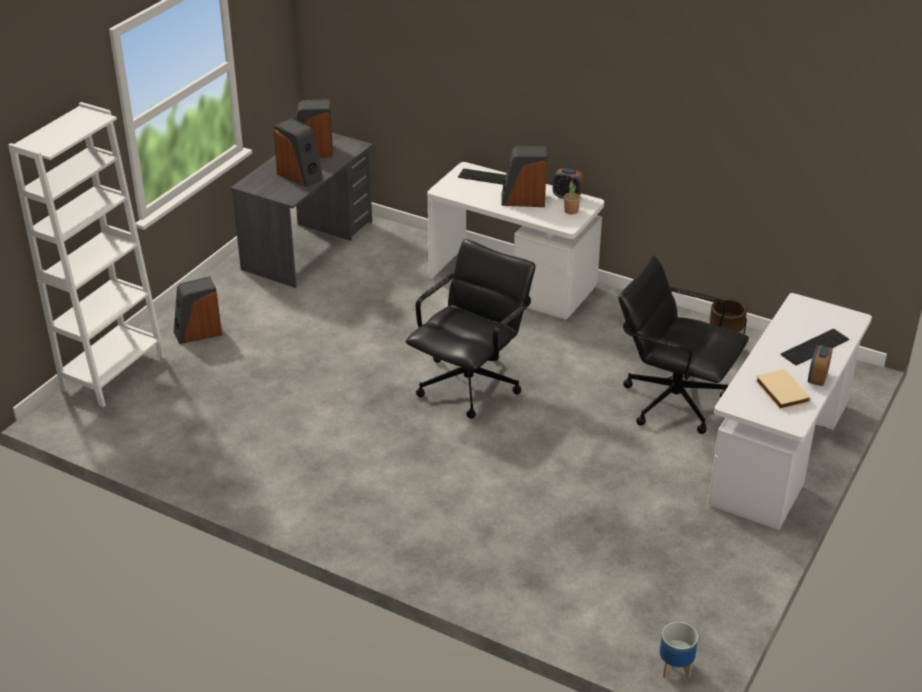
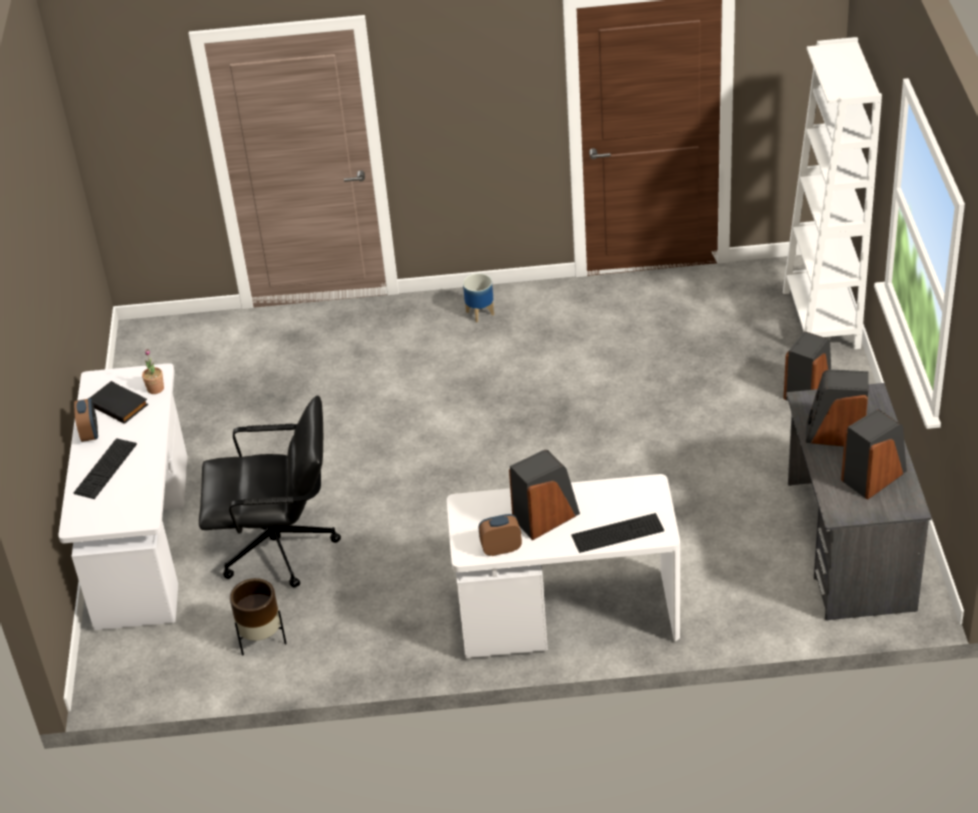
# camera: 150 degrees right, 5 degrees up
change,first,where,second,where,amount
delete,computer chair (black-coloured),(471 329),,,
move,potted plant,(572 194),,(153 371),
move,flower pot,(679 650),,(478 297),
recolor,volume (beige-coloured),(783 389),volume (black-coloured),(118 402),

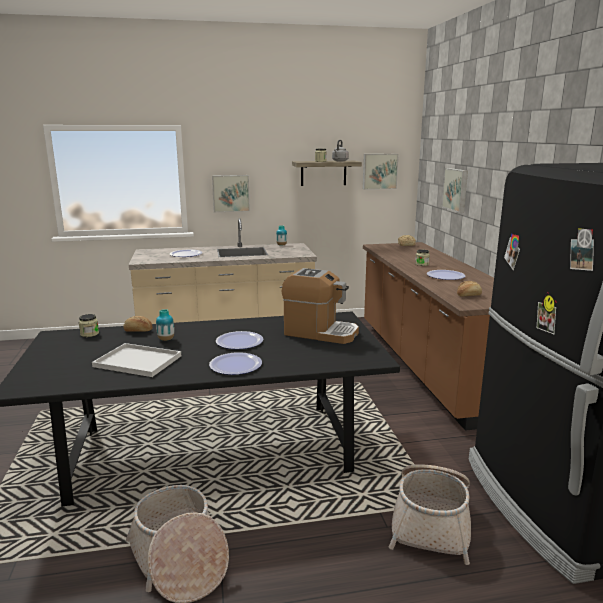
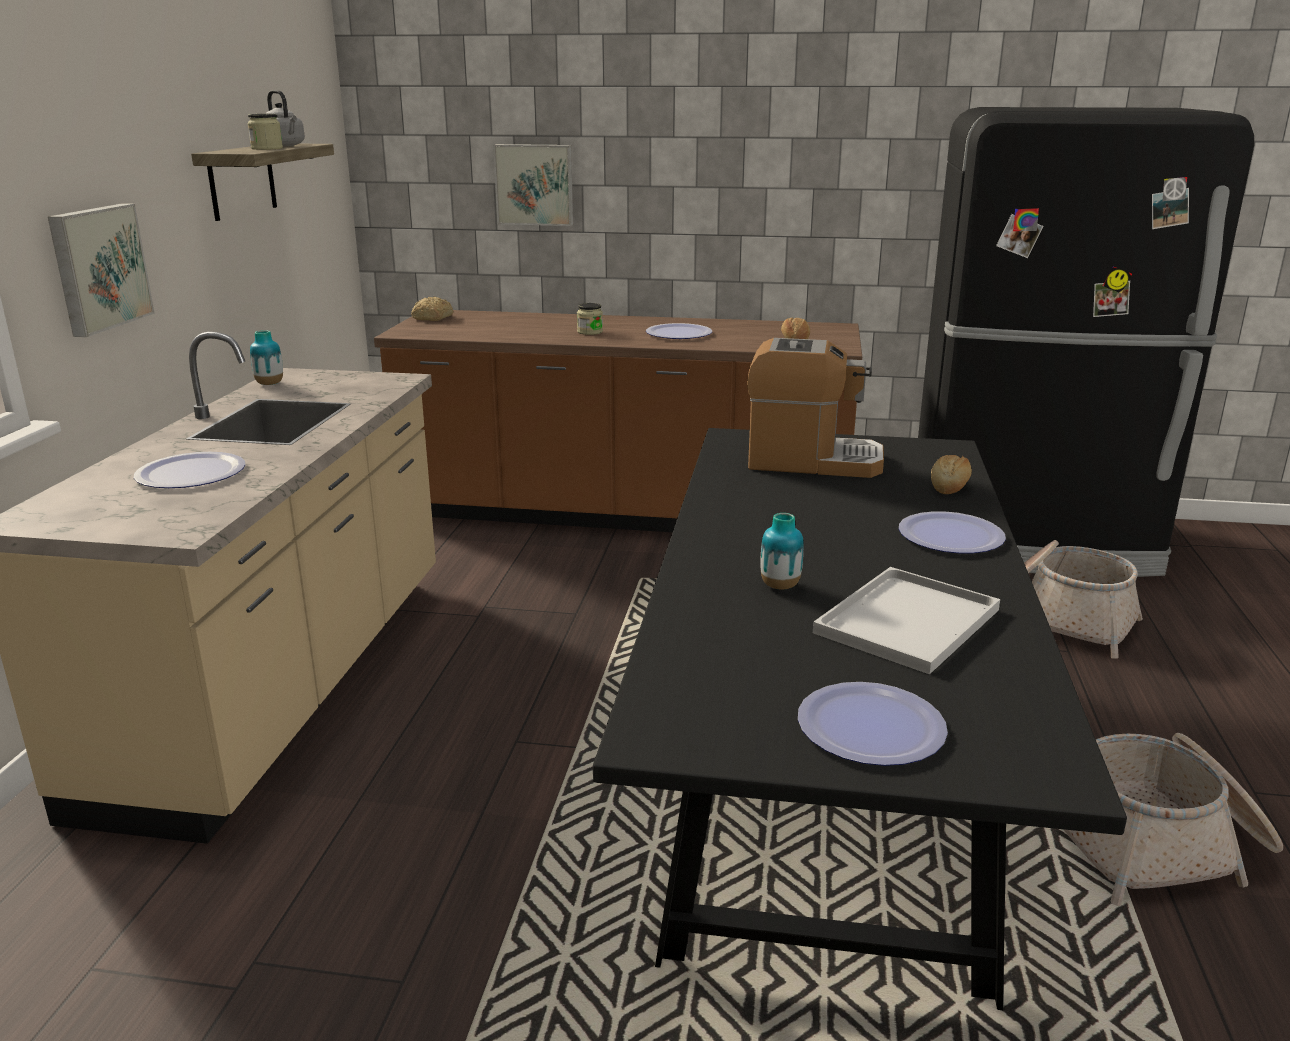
# camera: 70 degrees left, 5 degrees up
change,first,where,second,where,amount
delete,preserve jar,(89 325),,,
delete,wall picture,(381 172),,,
move,bread,(138 324),,(951 474),
move,flat dish,(239 340),,(873 724),
rotate,coffee machine,(320 306),,(815 408),60 degrees clockwise

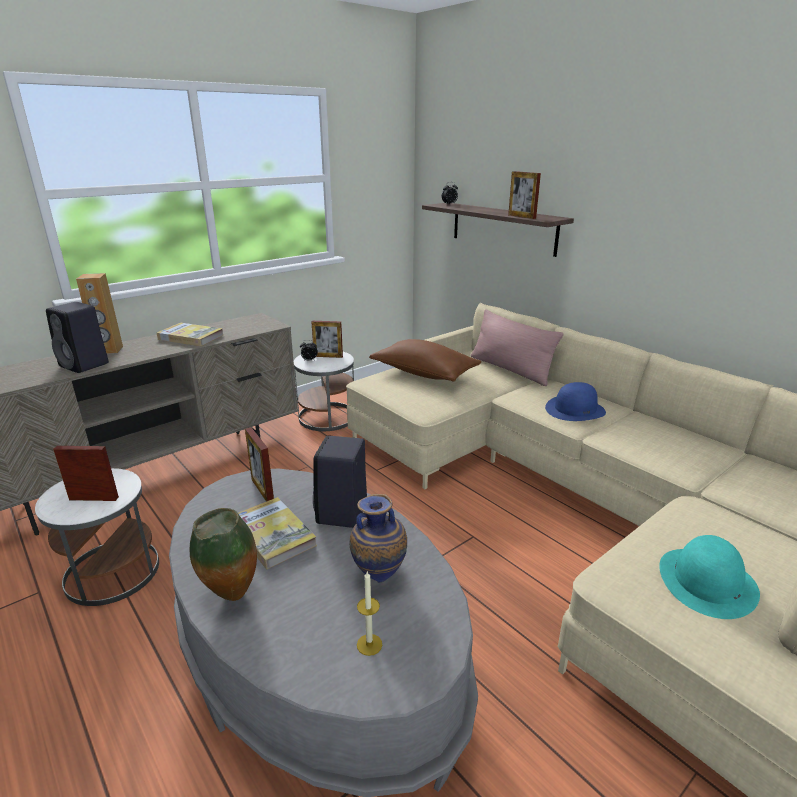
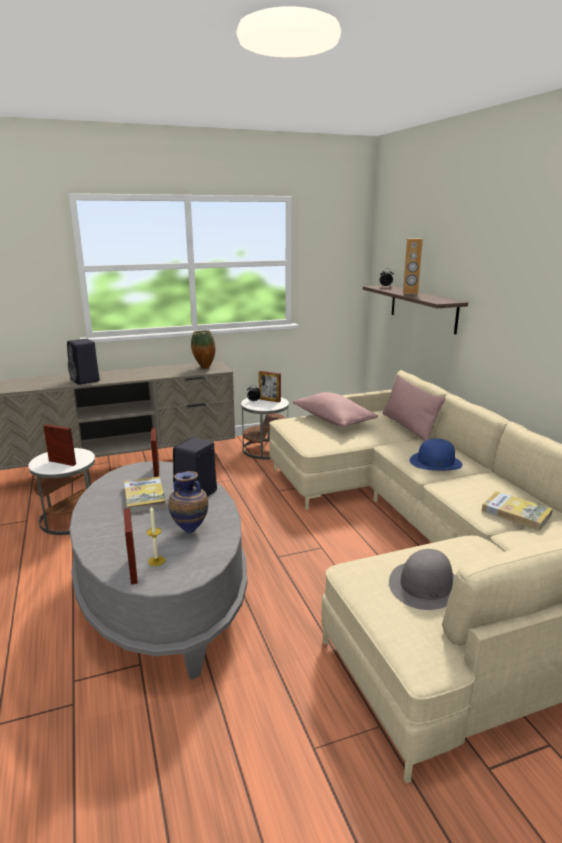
# camera: 20 degrees right, 5 degrees down
change,first,where,second,where,amount
move,loudspeaker (brown),(99 313),,(413 266),
move,volume,(190 334),,(517 511),
move,flower vase,(223 554),,(203 349),
move,picture frame,(524 195),,(131 546),
recolor,cushion (brown),(425 360),cushion (pink-coloured),(335 409),
recolor,wearable hat (blue-green),(709 577),wearable hat (gray),(422 579),

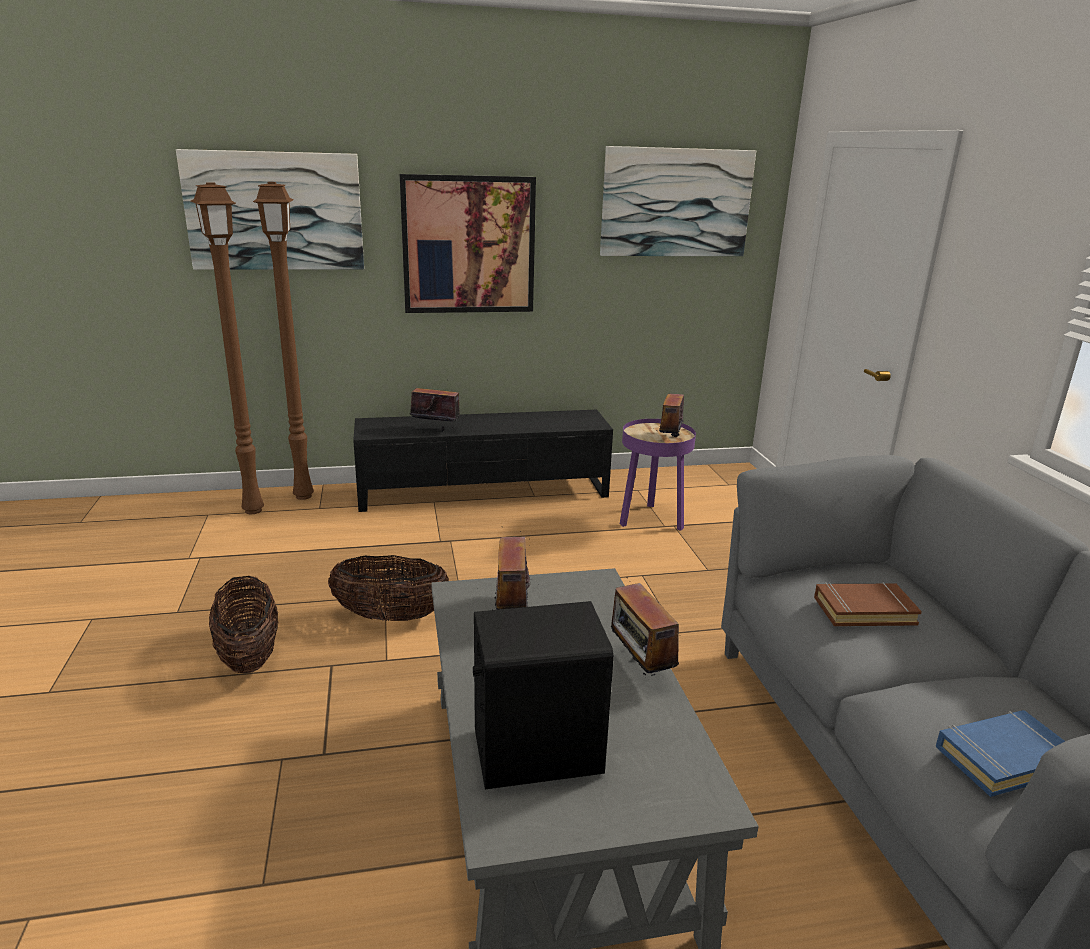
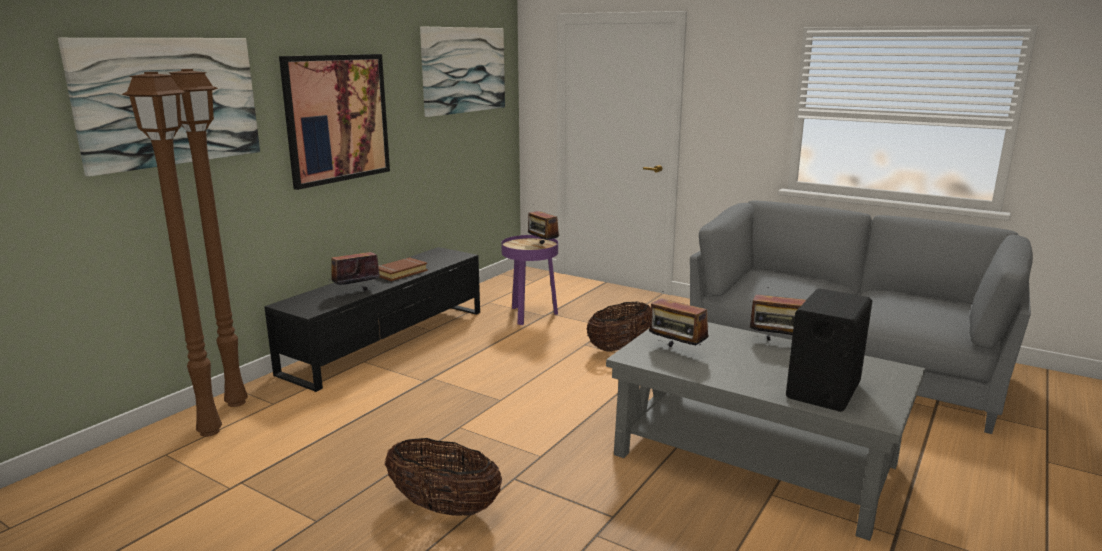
# camera: 45 degrees left, 5 degrees down
change,first,where,second,where,amount
delete,volume (bluish),(1000 753),,,
move,household basket,(388 588),,(619 327),
move,volume (brown),(868 604),,(403 269),

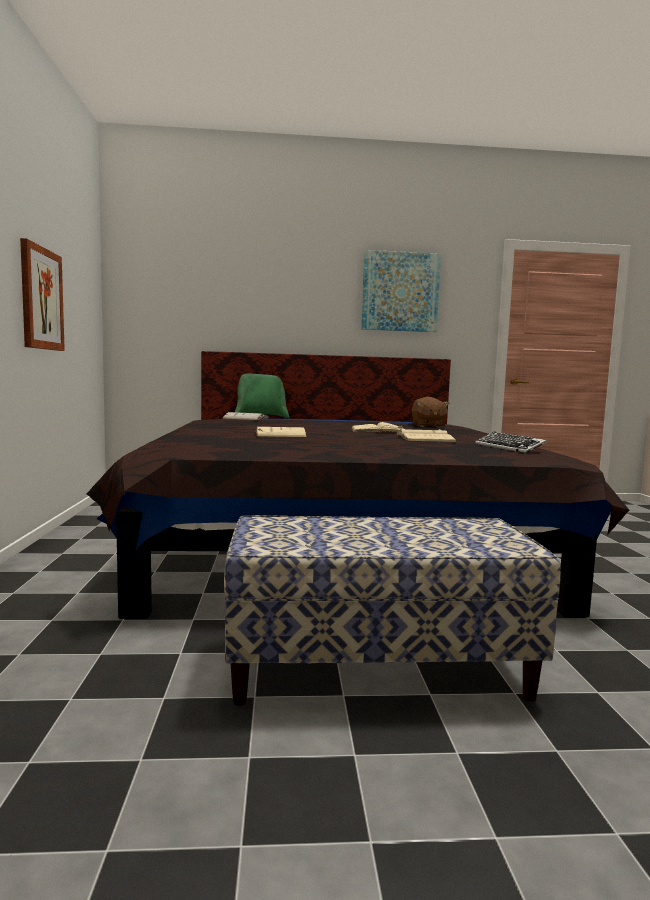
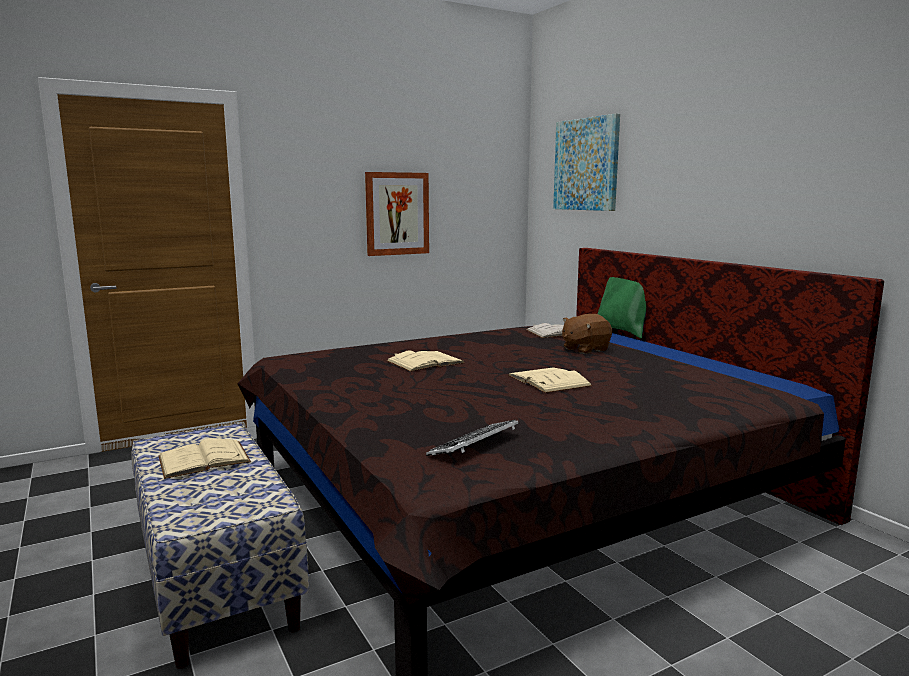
# camera: 65 degrees right, 5 degrees up
change,first,where,second,where,amount
move,wall picture,(401 291),,(586 162),
move,volume (beige-coloured),(427 436),,(204 458),
move,cuddly toy (brown),(431 412),,(587 334),

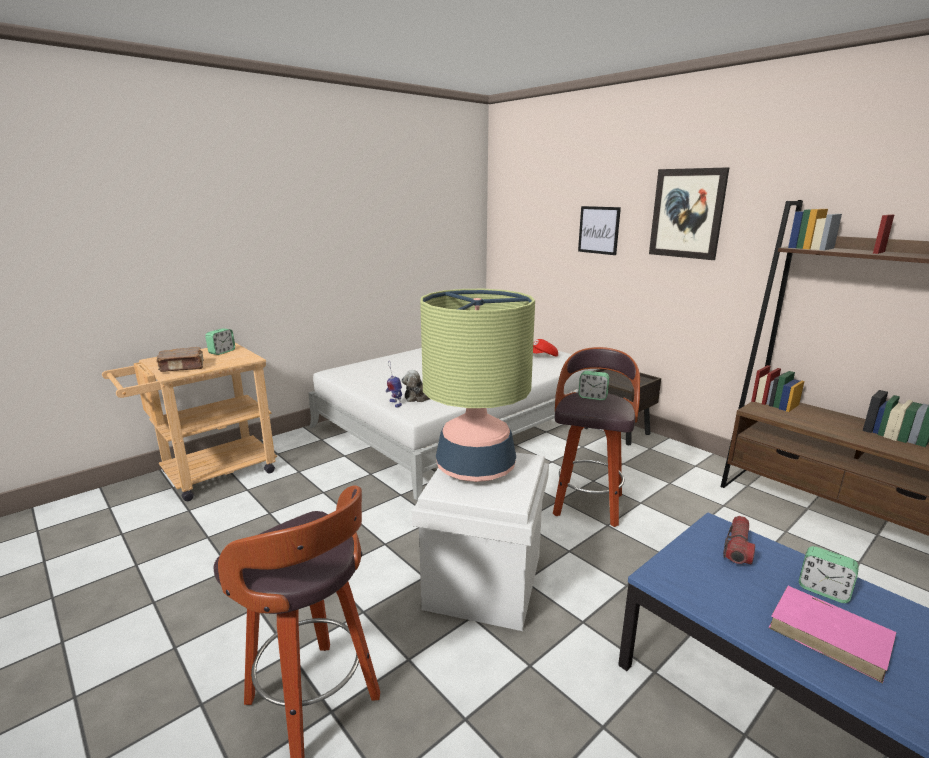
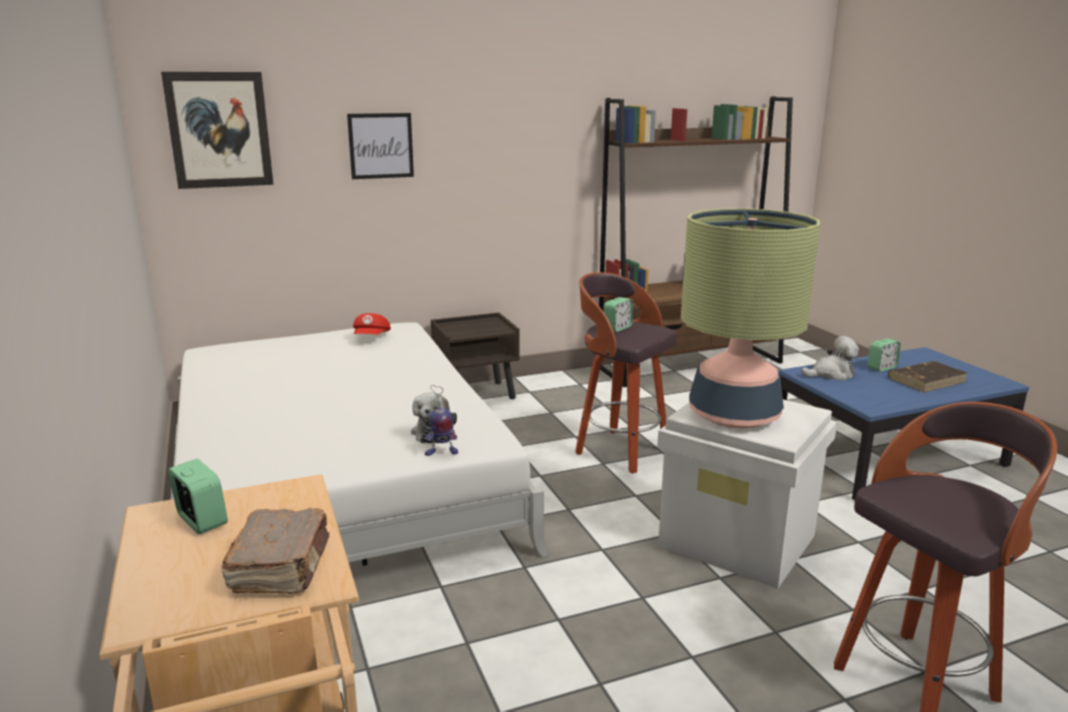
# camera: 70 degrees left, 0 degrees up
change,first,where,second,where,amount
move,wall picture,(689 213),,(217 130),
replace,hand torch,(739 540),cuddly toy,(830 358),
recolor,volume (pink-coloured),(832 634),volume (brown),(927 376),

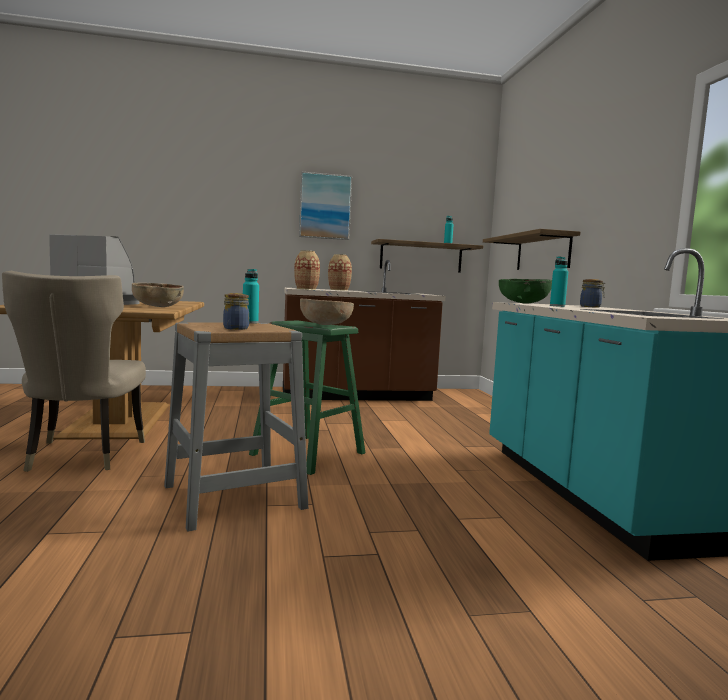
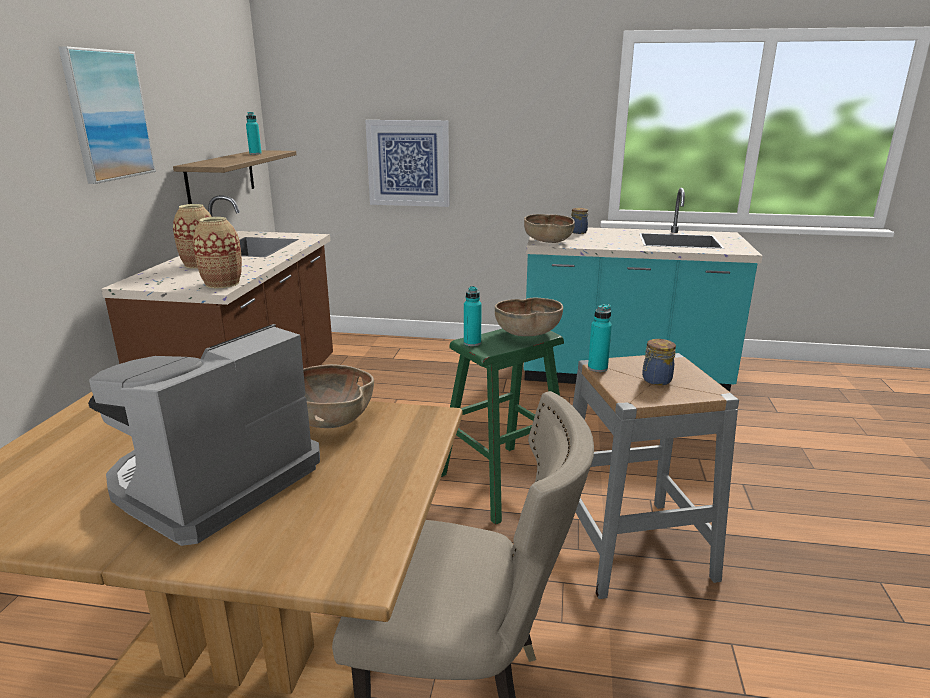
# camera: 70 degrees left, 15 degrees up
change,first,where,second,where,amount
move,bottle (blue-green),(559 281),,(473 316),
replace,shelf,(532 249),wall picture,(407 163),
recolor,bowl (green-coloured),(525 291),bowl (brown),(549 228),

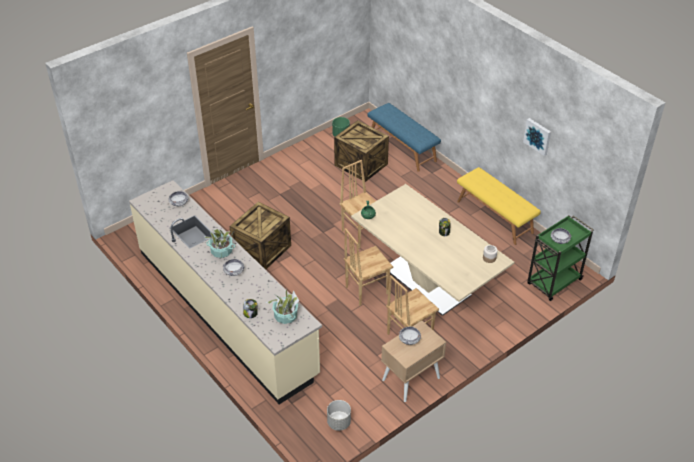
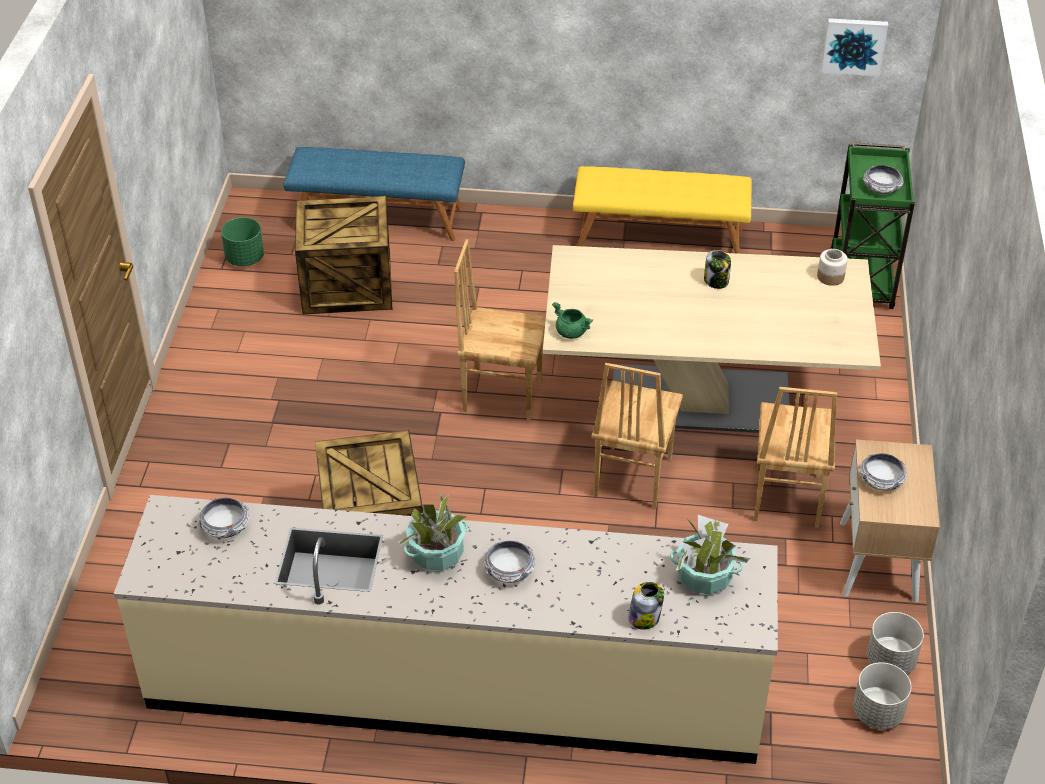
# camera: 45 degrees left, 0 degrees up
change,first,where,second,where,amount
insert,,,flower pot (gray),(895 643),
move,wall picture,(537 137),,(854 47),

